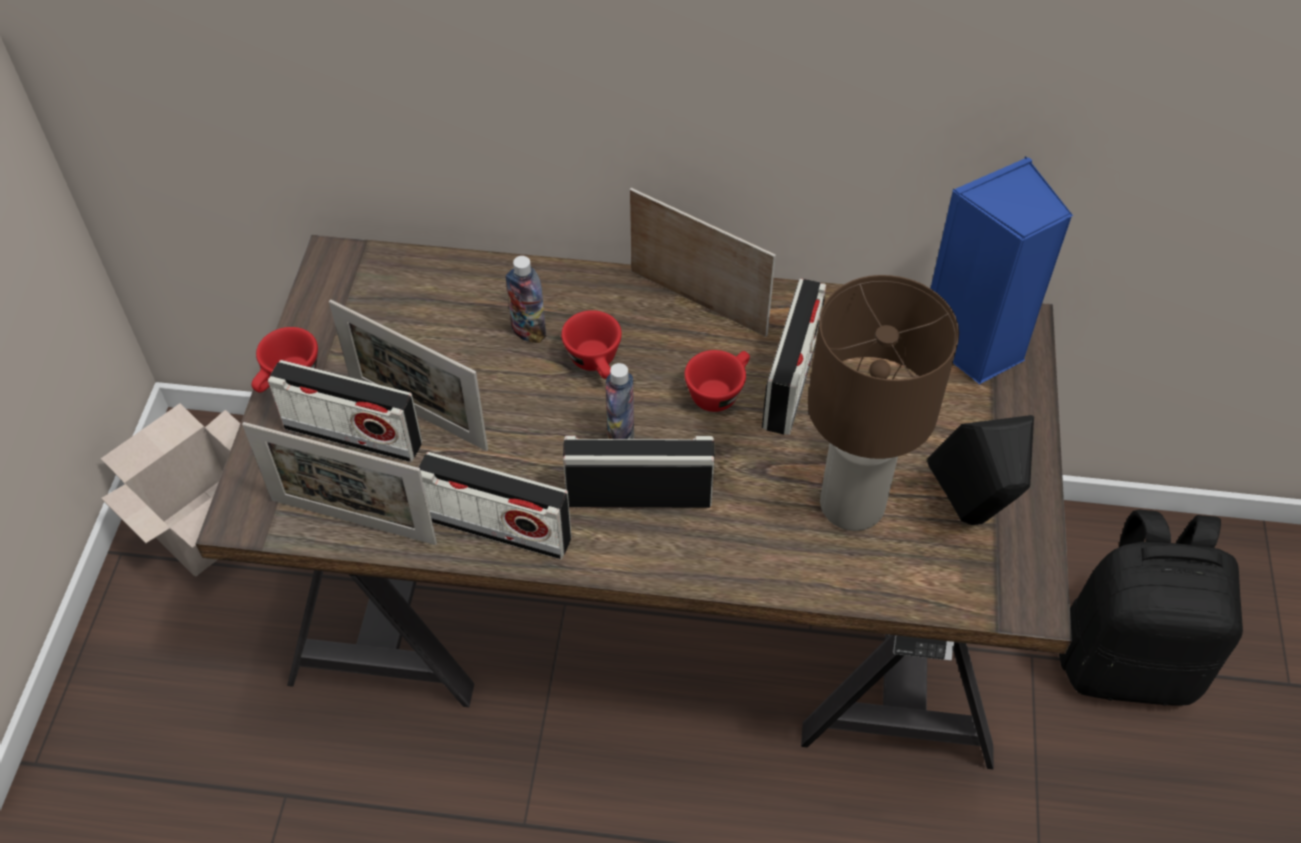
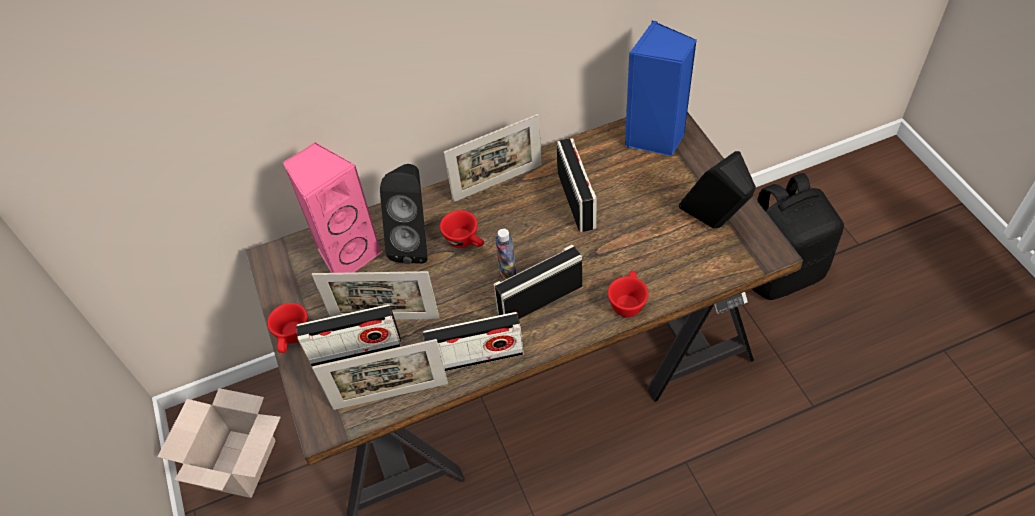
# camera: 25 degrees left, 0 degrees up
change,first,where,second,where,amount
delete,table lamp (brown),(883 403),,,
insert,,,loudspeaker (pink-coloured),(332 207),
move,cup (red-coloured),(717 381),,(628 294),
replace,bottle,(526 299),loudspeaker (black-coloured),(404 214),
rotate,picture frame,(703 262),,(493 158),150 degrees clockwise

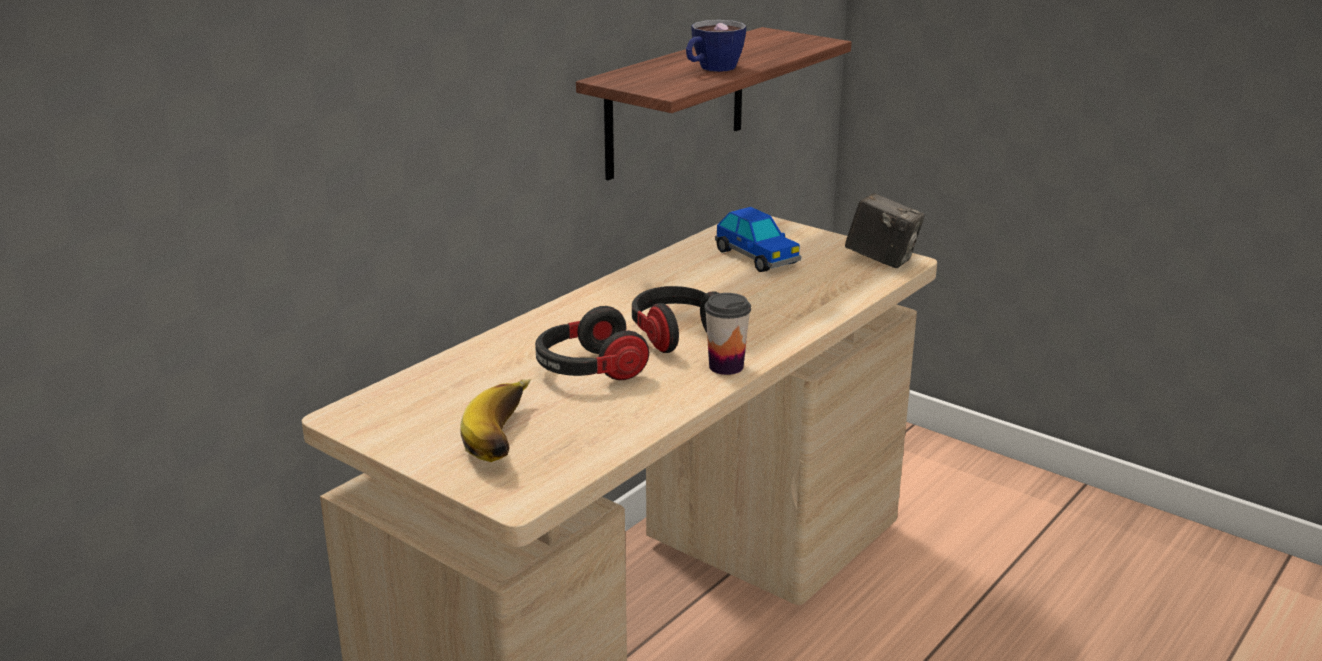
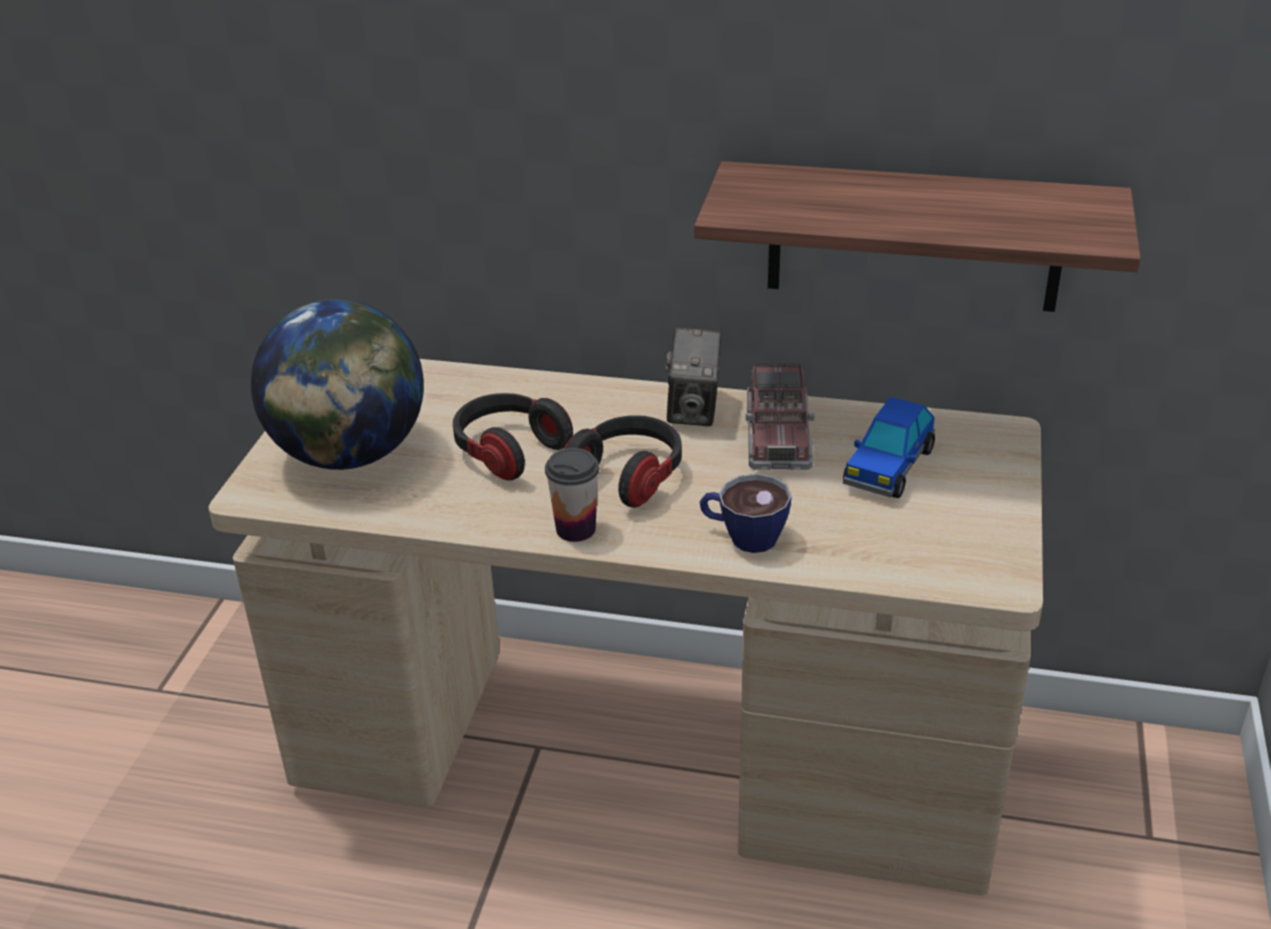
# camera: 65 degrees right, 10 degrees up
change,first,where,second,where,amount
insert,,,model truck,(780 416),
move,cup,(716 46),,(746 513),
move,still camera,(885 230),,(693 377),
replace,whole banana,(495 420),desk globe,(337 384),

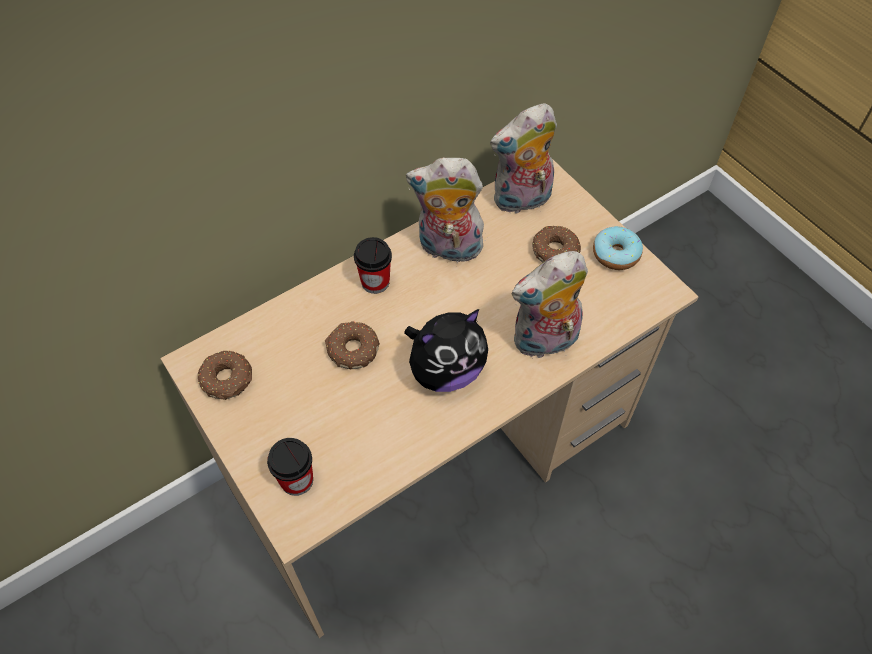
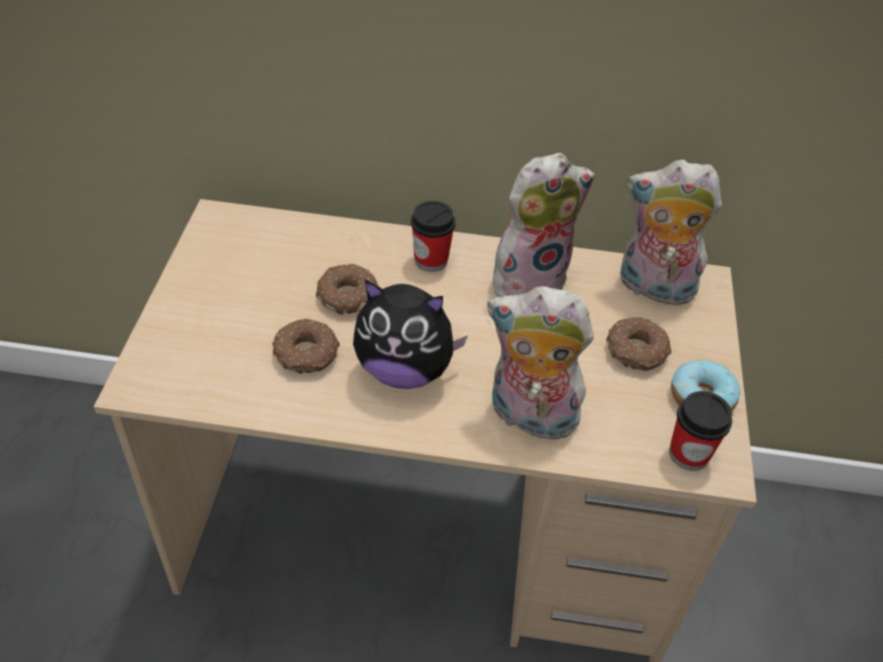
# camera: 40 degrees right, 10 degrees down
change,first,where,second,where,amount
move,donut,(225 375),,(306 346),
move,cup,(290 467),,(700 431),
rotate,cuddly toy,(445 210),,(544 225),105 degrees clockwise

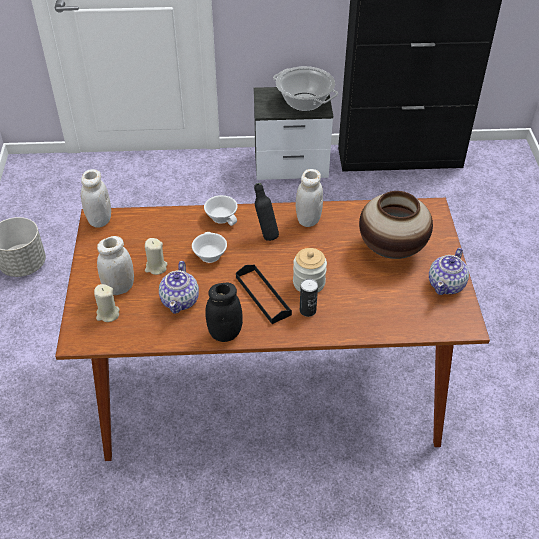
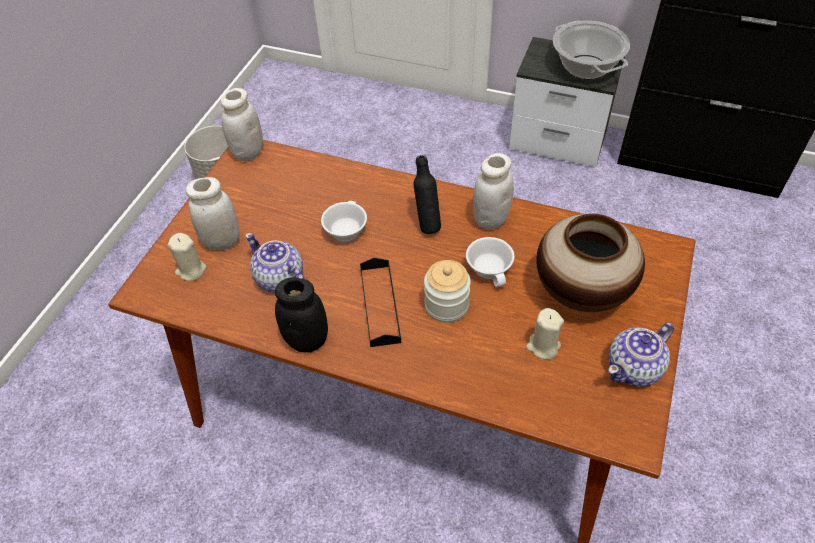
# camera: 25 degrees right, 5 degrees up
change,first,where,second,where,amount
delete,sealed can,(309 298),,,
move,candle (beige-coloured),(156 256),,(545 333),
move,cup (whitish),(221 210),,(490 262),
rotate,pot for tea,(179 287),,(275 262),105 degrees clockwise

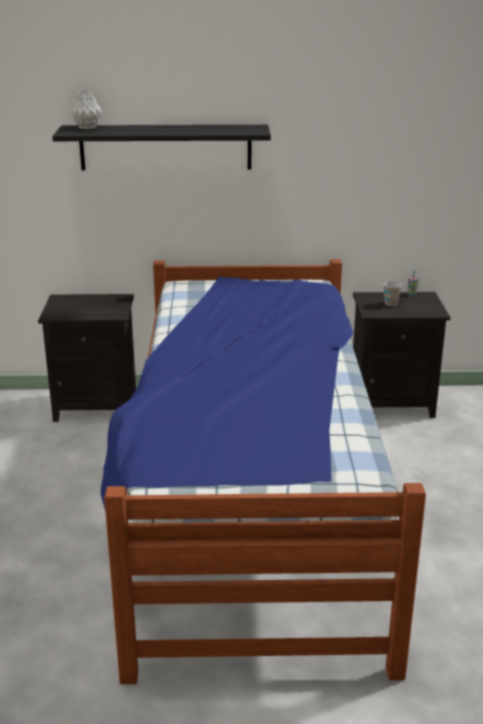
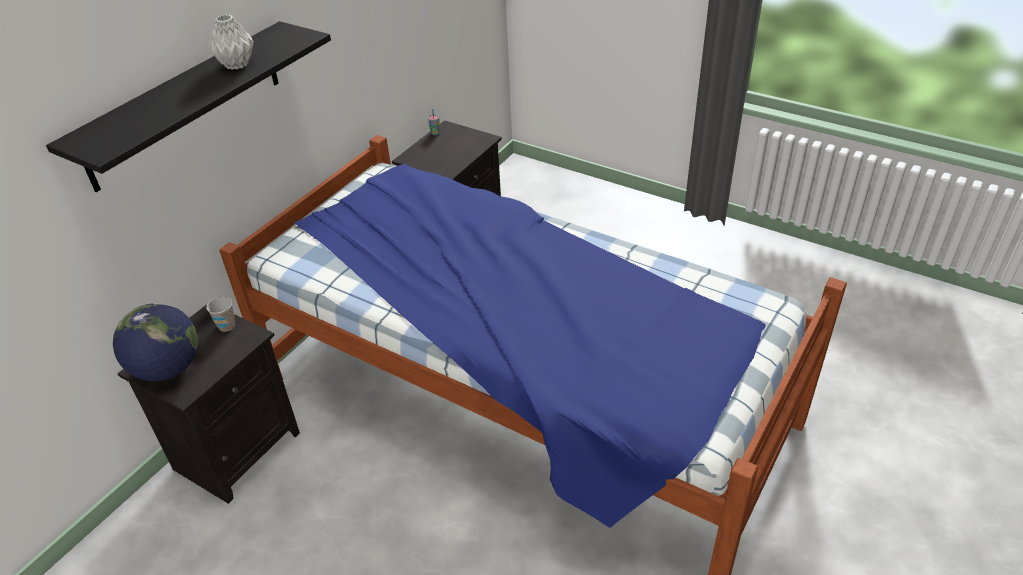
# camera: 55 degrees left, 15 degrees up
change,first,where,second,where,amount
insert,,,desk globe,(155 342),
move,flower vase (gray),(86 110),,(231 42),
move,cup,(392 293),,(220 313),

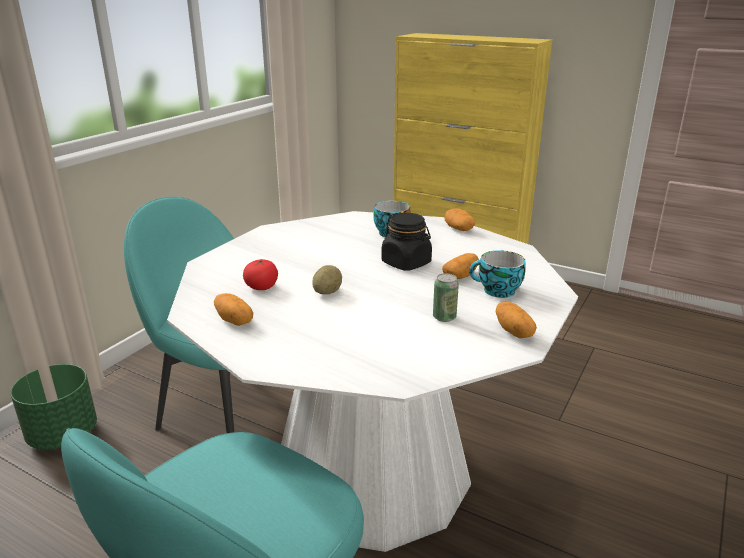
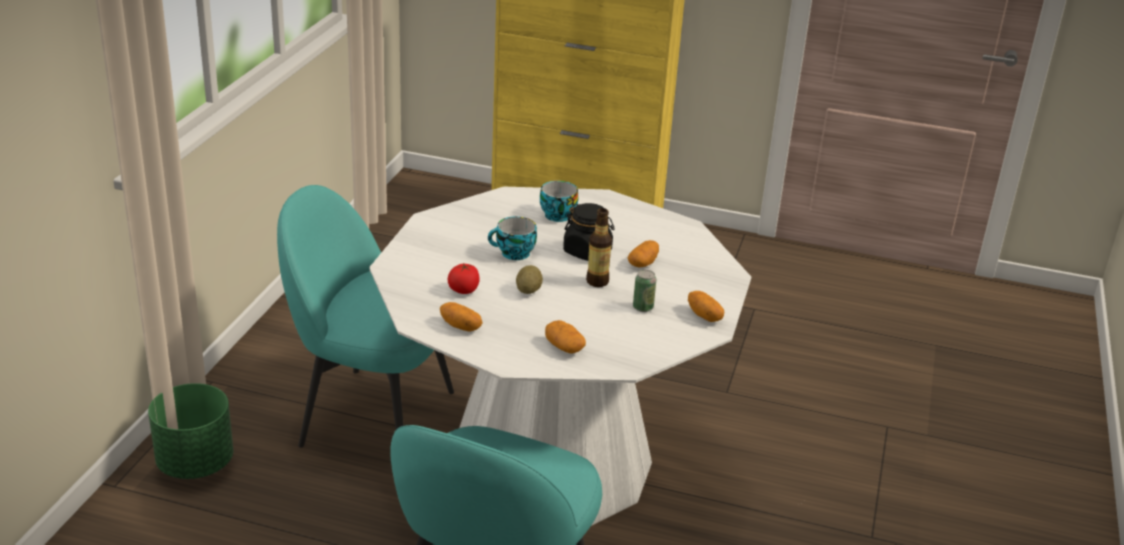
# camera: 15 degrees left, 5 degrees up
change,first,where,second,where,amount
insert,,,bottle,(599 247),
move,whole potato,(459 219),,(565 336),
move,cup,(497 274),,(512 238),

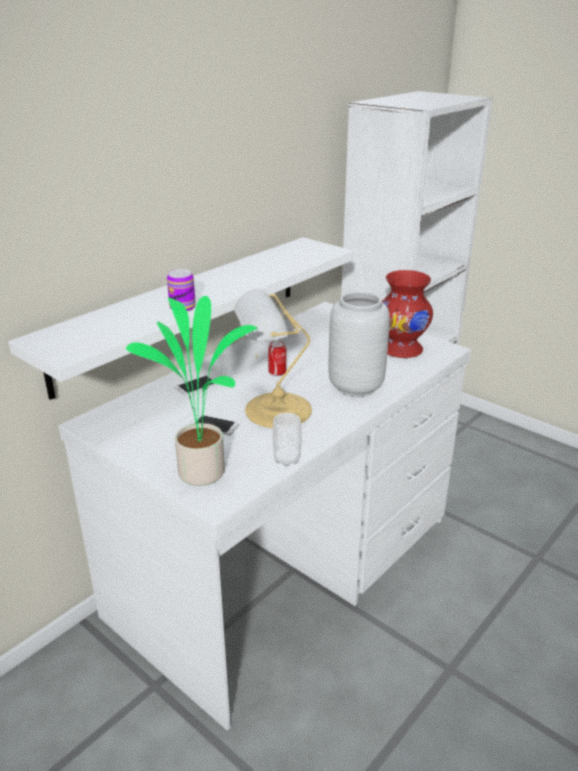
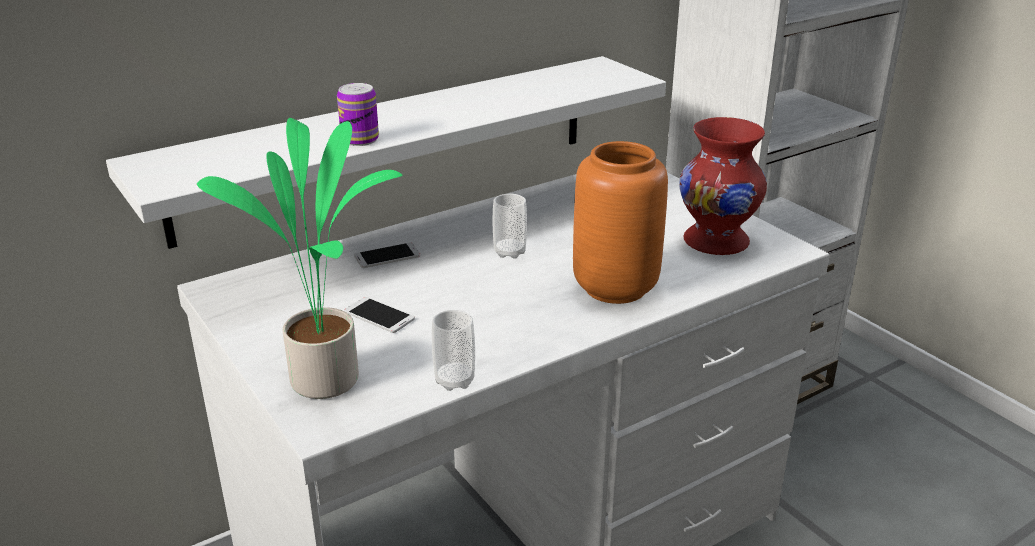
# camera: 15 degrees right, 0 degrees up
change,first,where,second,where,amount
delete,table lamp,(273 358),,,
replace,sealed can,(277 358),cup,(509 226),
recolor,flower vase (gray),(359 344),flower vase (orange-coloured),(620 222),

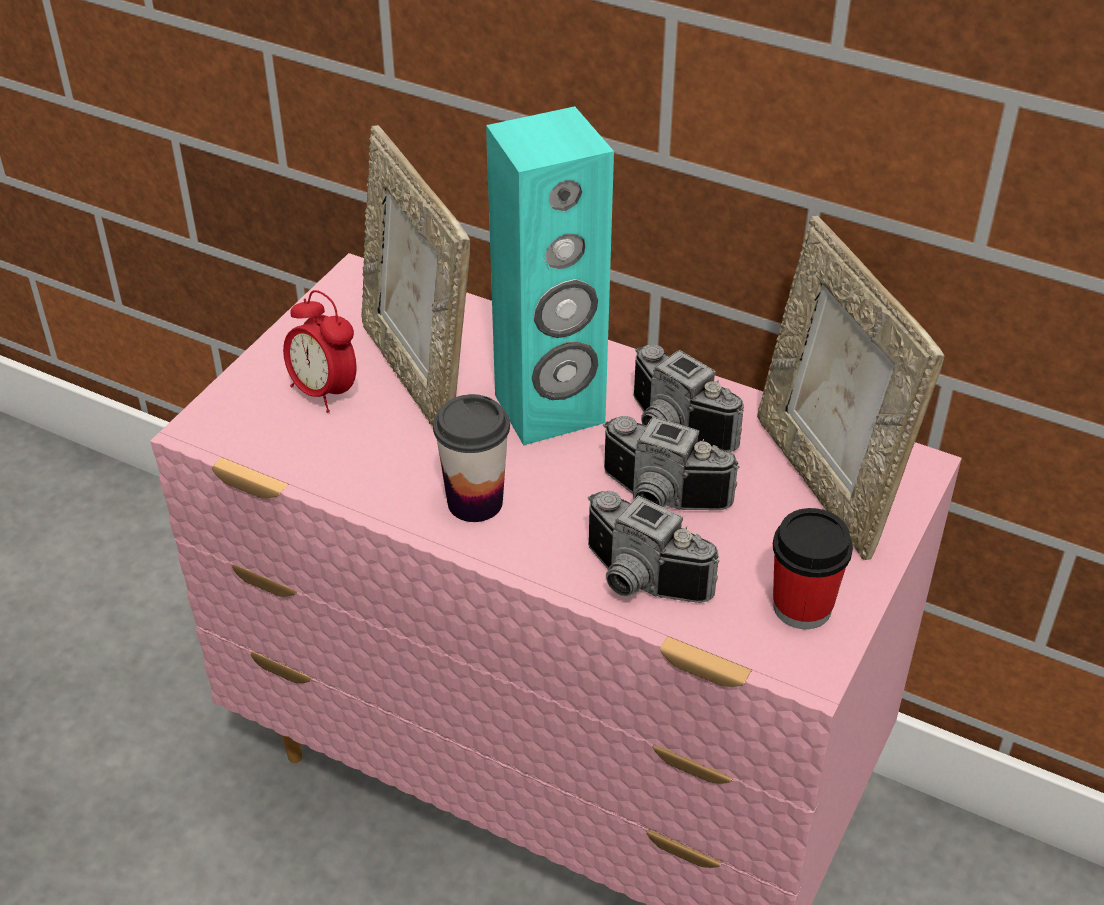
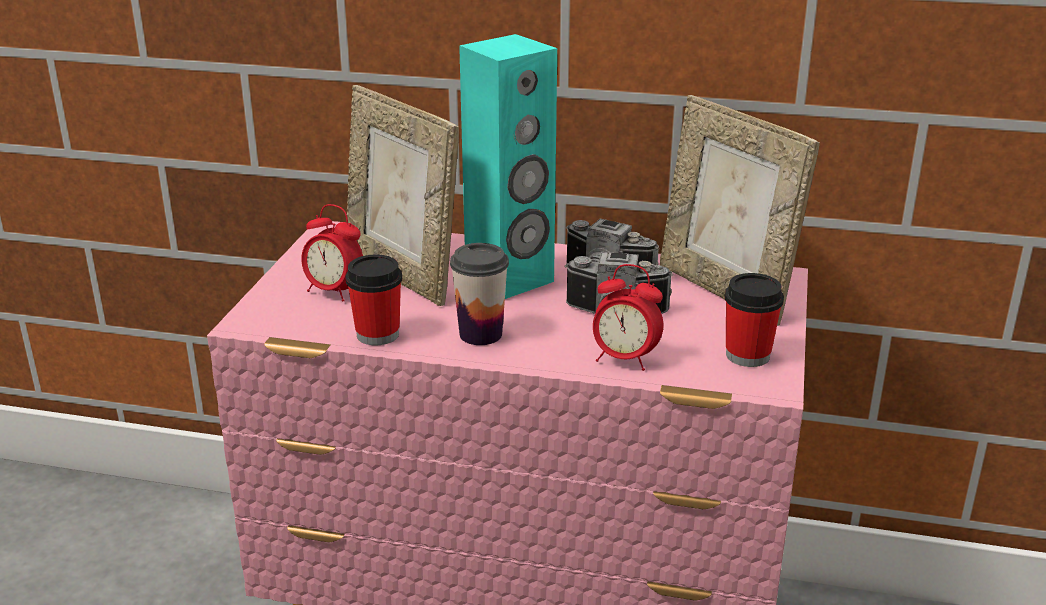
# camera: 15 degrees left, 15 degrees down
change,first,where,second,where,amount
insert,,,cup,(373 300),
replace,still camera,(653 547),alarm clock,(628 317),

